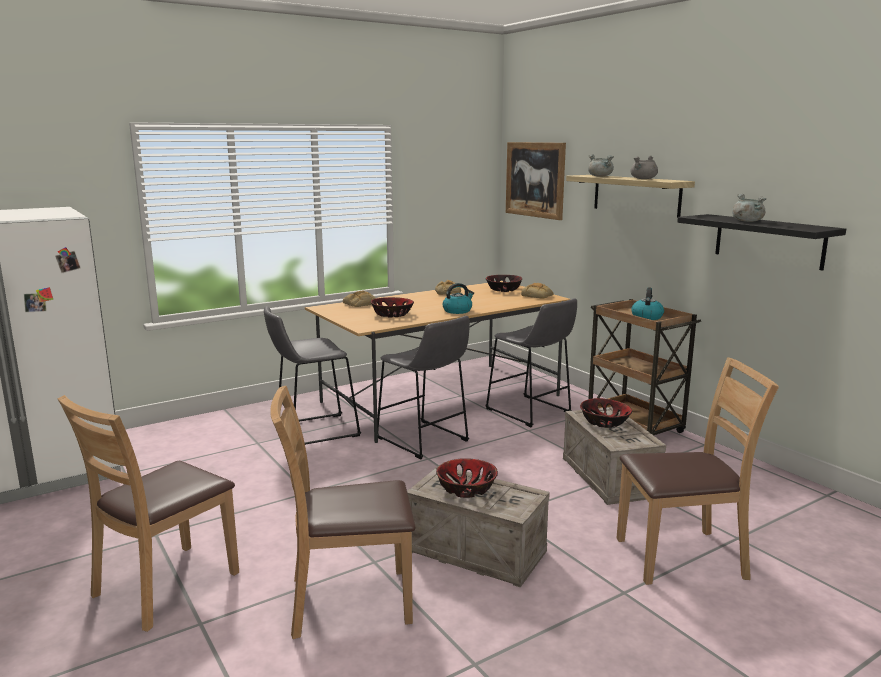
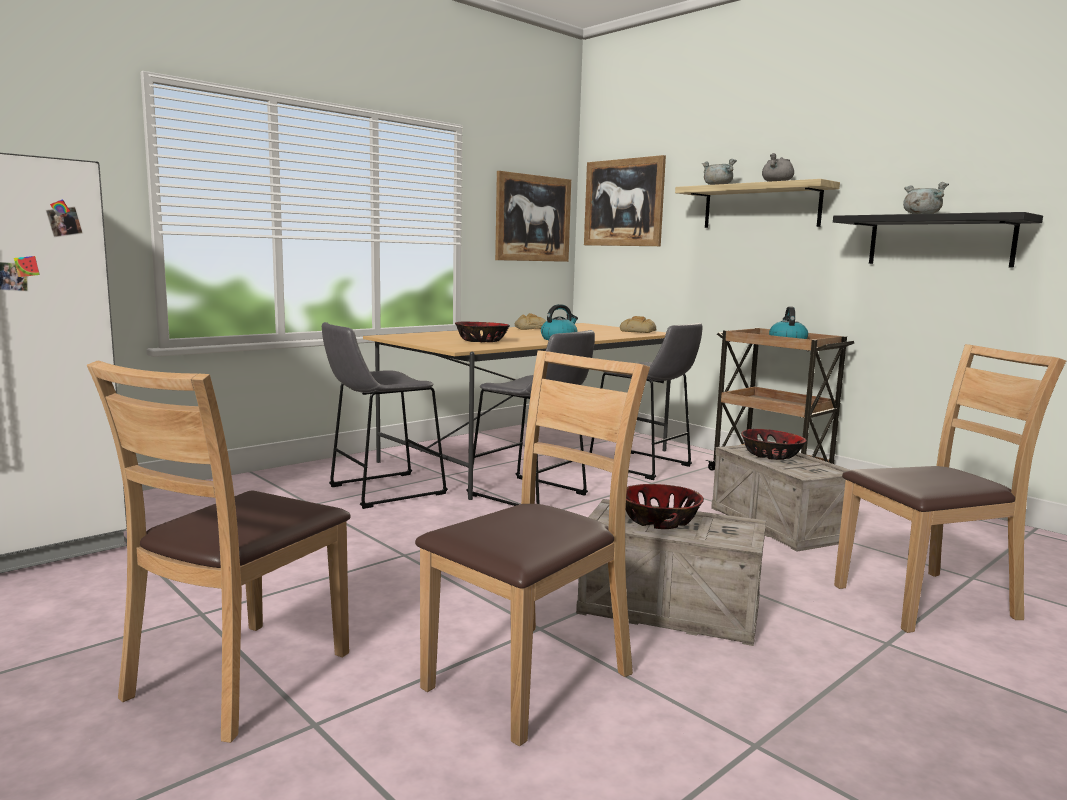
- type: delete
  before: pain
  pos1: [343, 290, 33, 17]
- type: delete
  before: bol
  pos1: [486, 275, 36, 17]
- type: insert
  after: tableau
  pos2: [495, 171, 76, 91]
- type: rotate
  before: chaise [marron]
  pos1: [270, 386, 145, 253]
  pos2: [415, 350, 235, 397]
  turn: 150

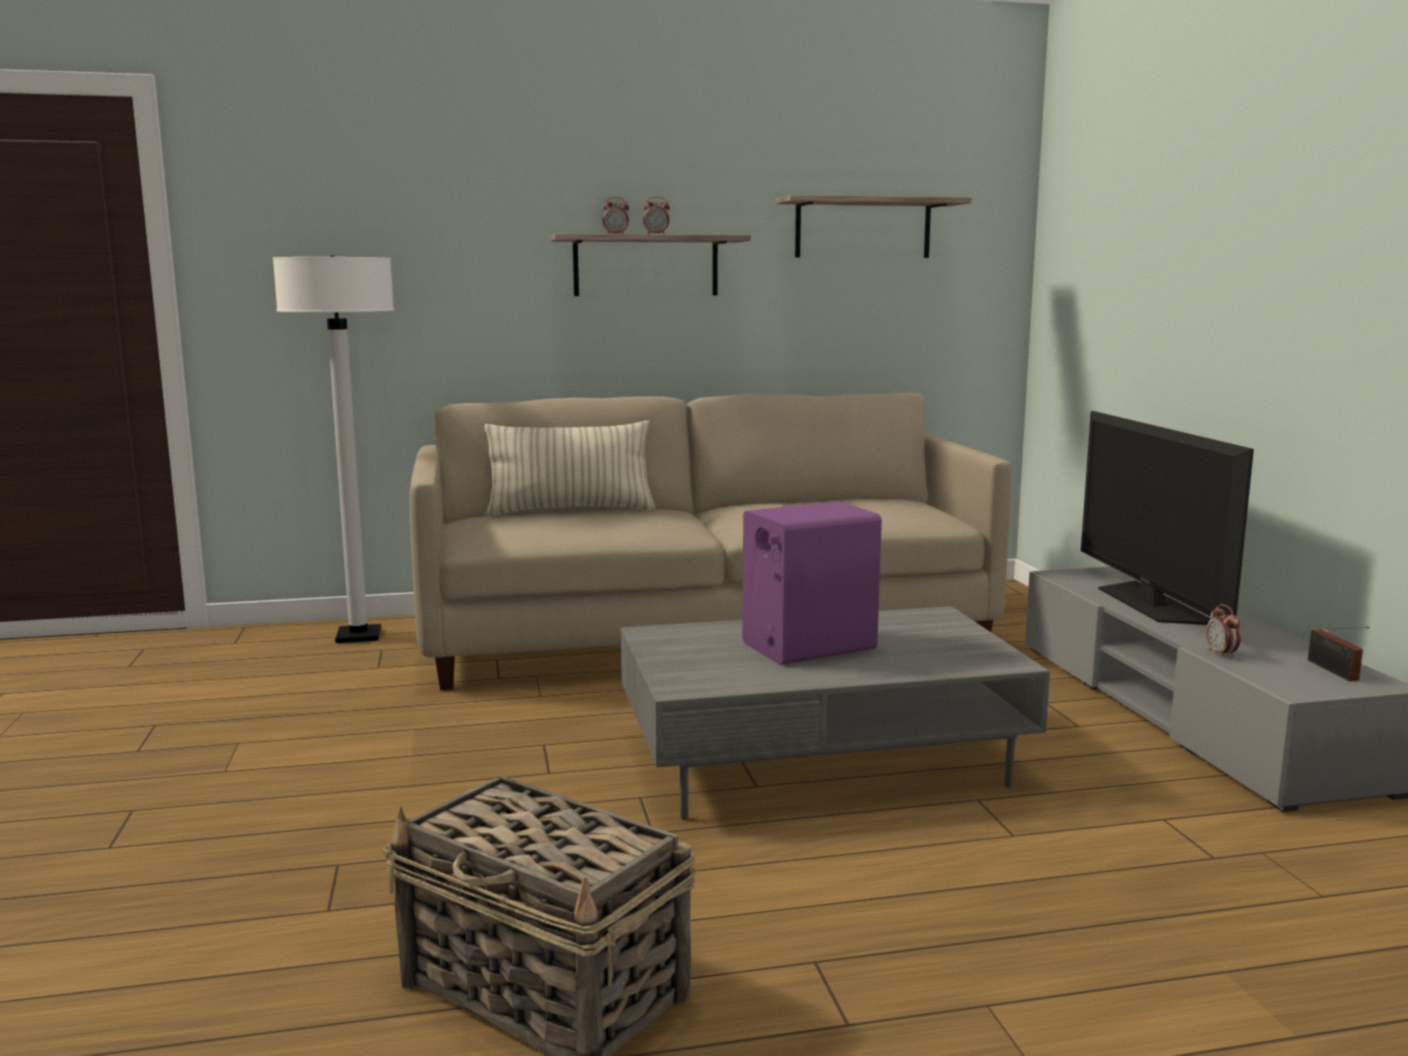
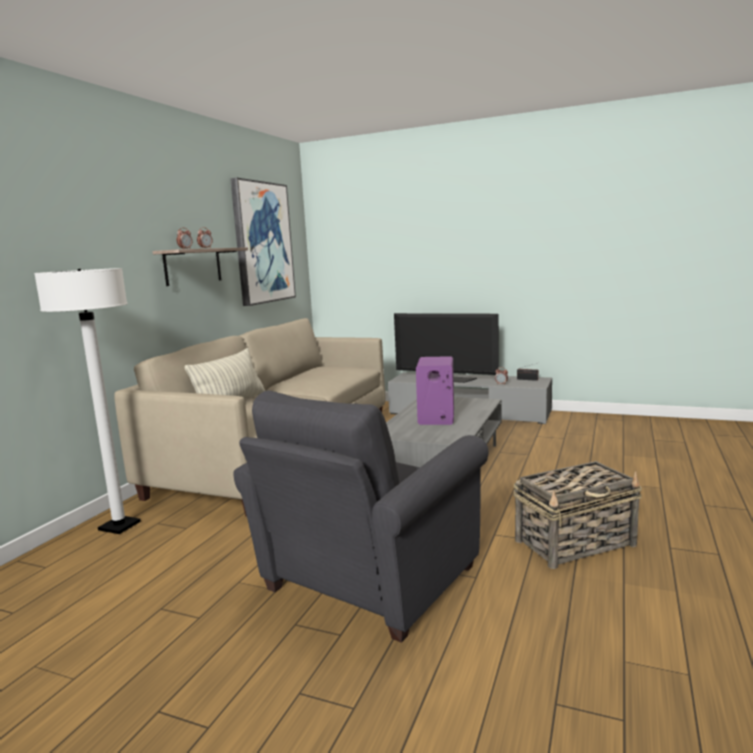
- type: insert
  after: fauteuil [gris]
  pos2: [233, 390, 255, 253]
- type: replace
  before: étagère
  after: tableau
  pos1: [775, 195, 197, 63]
  pos2: [230, 178, 66, 128]

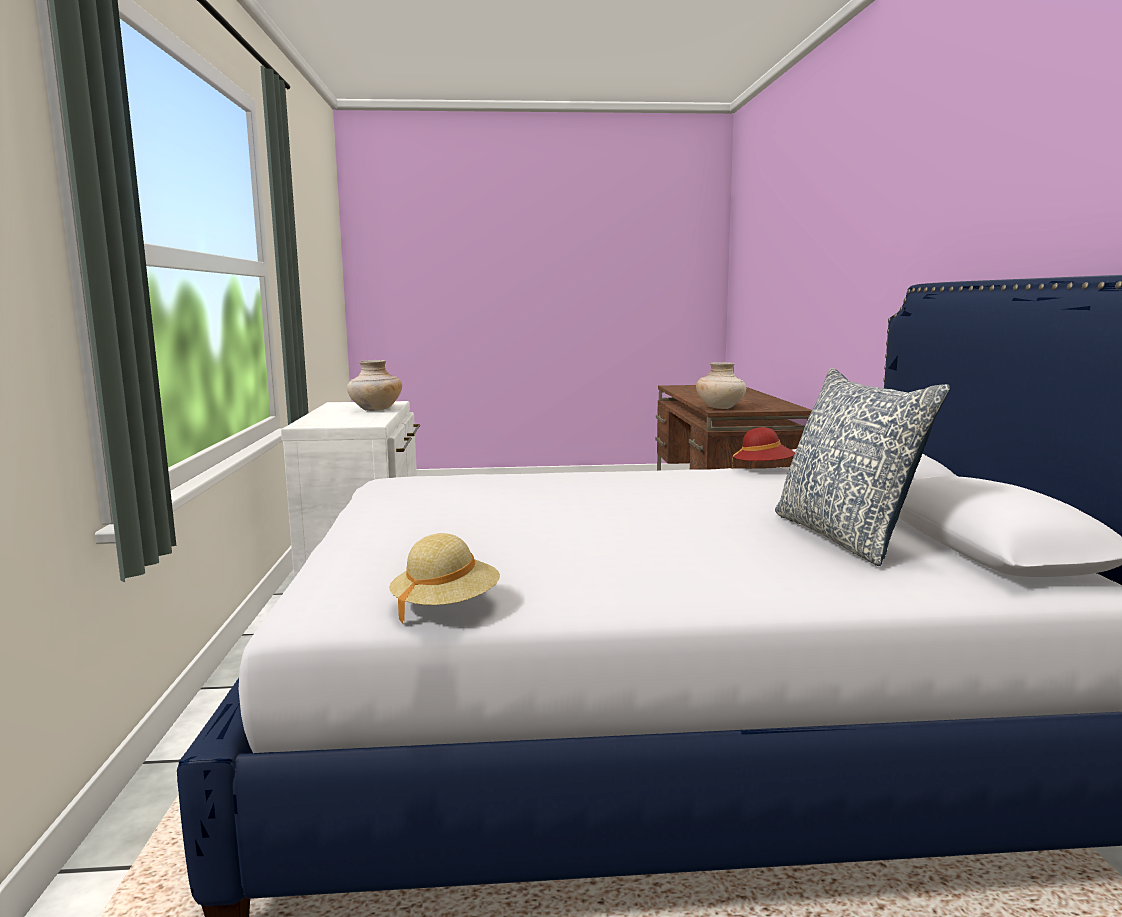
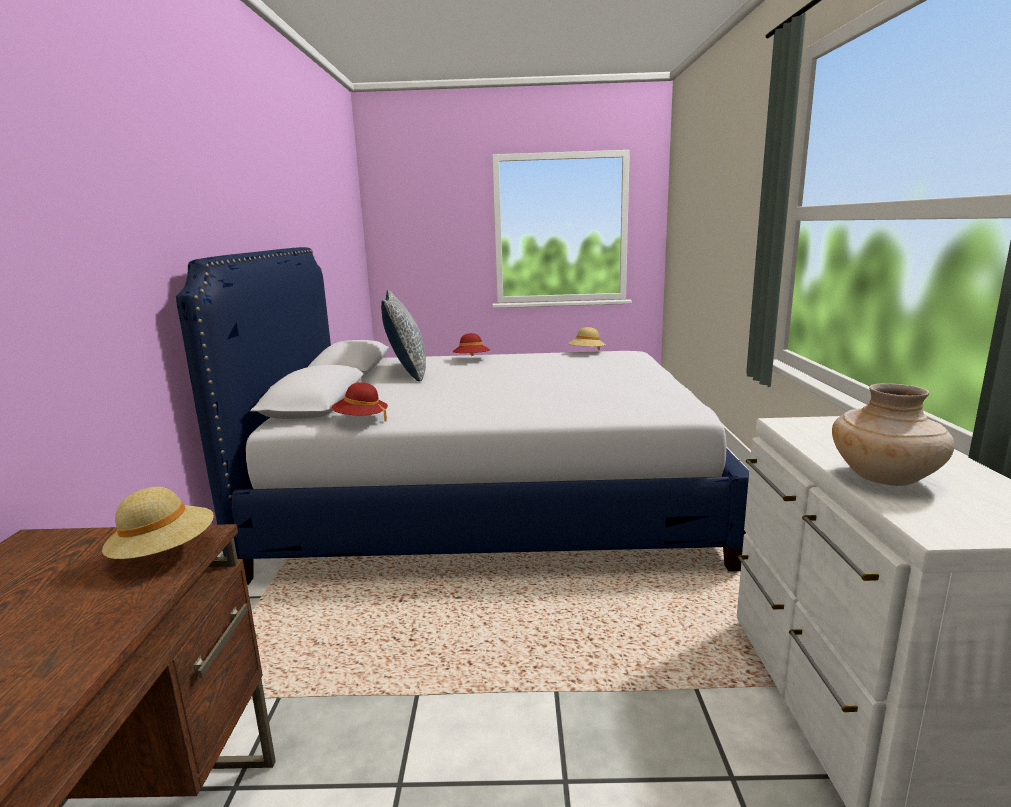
- type: insert
  after: chapeau [rouge]
  pos2: [452, 333, 38, 23]
- type: replace
  before: vase [beige]
  after: chapeau [beige]
  pos1: [696, 362, 50, 47]
  pos2: [102, 487, 112, 73]

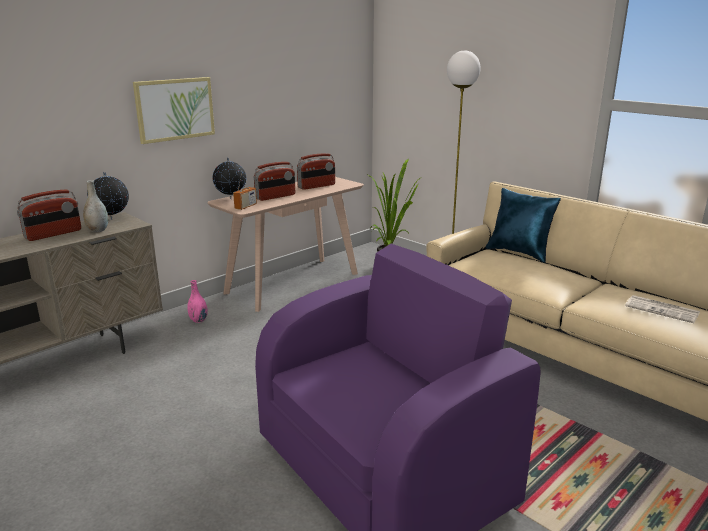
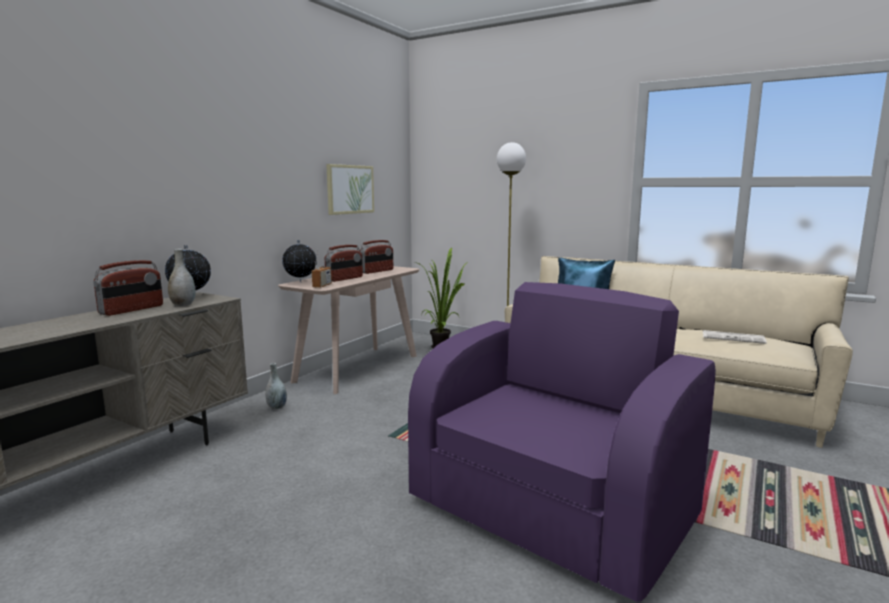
- type: move
  before: tableau
  pos1: [133, 77, 82, 67]
  pos2: [326, 164, 48, 51]
- type: recolor
  before: vase [rose]
  after: vase [gris]
  pos1: [187, 280, 21, 43]
  pos2: [265, 363, 22, 46]

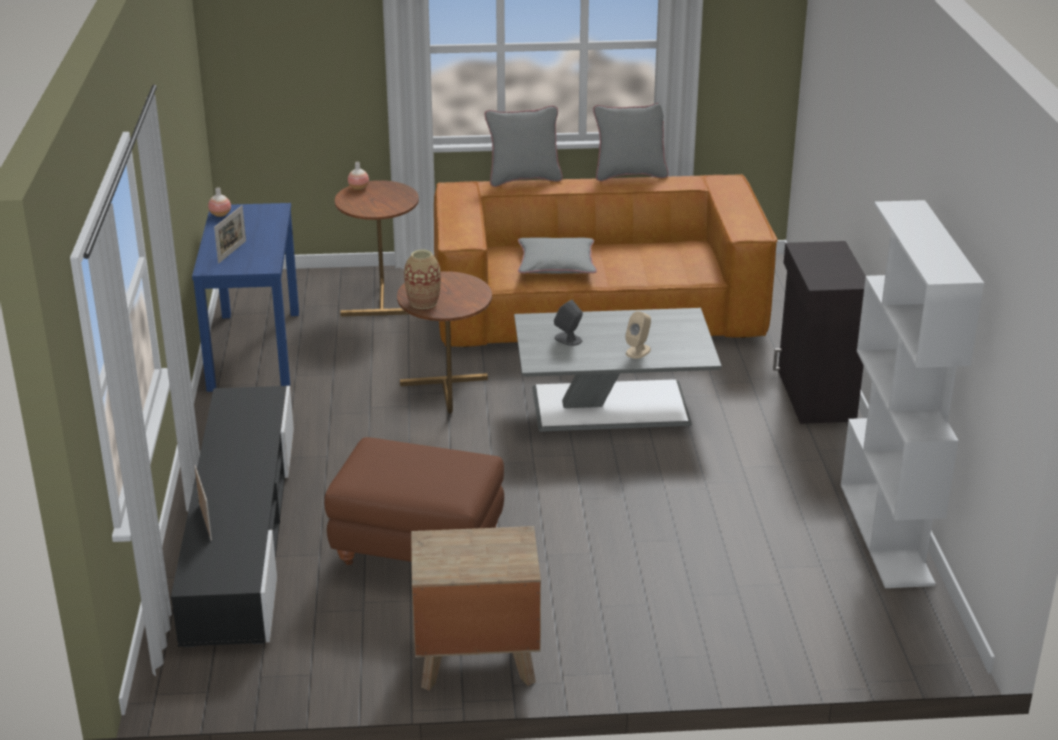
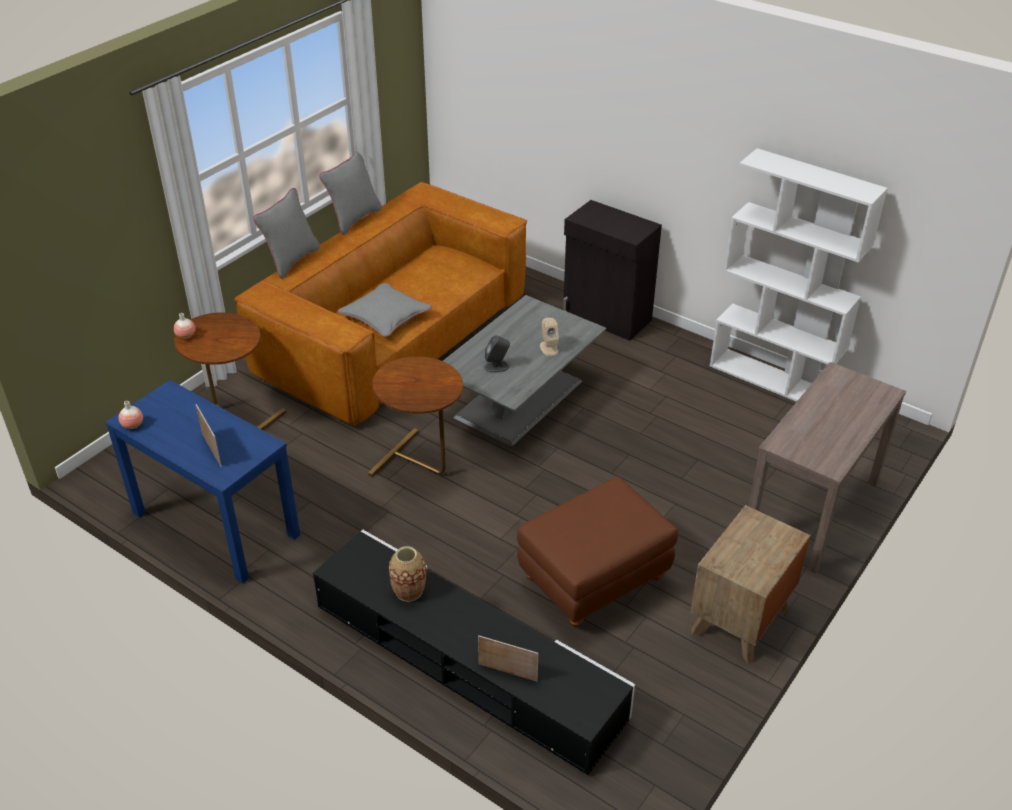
- type: insert
  after: table console [marron]
  pos2: [749, 362, 157, 212]
- type: move
  before: vase
  pos1: [404, 250, 37, 59]
  pos2: [389, 546, 37, 56]

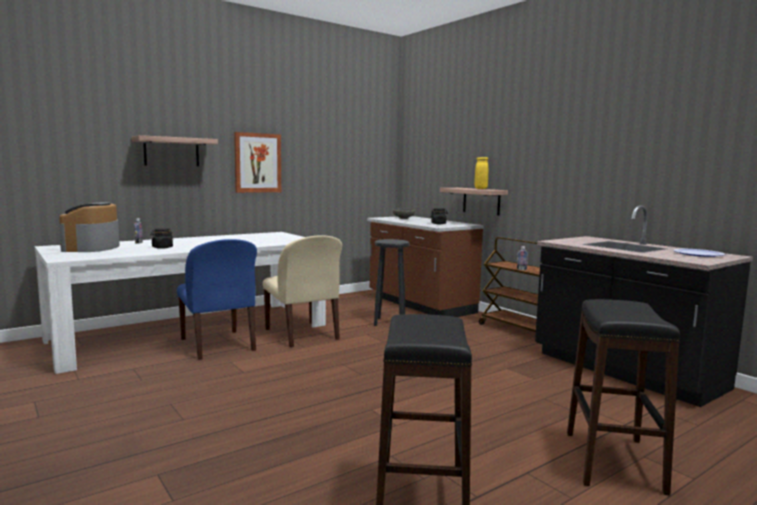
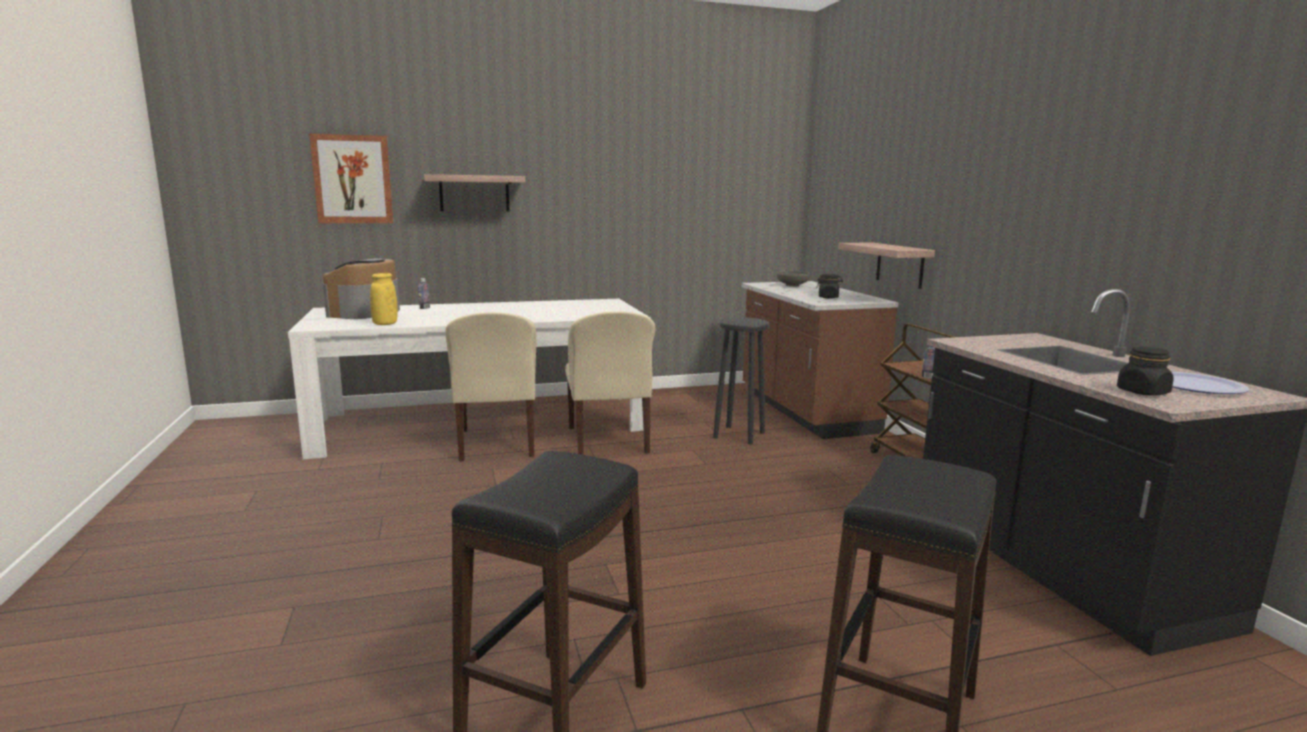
- type: move
  before: bocal [noir]
  pos1: [150, 228, 23, 21]
  pos2: [1117, 346, 57, 50]
- type: move
  before: tableau
  pos1: [234, 132, 47, 61]
  pos2: [309, 133, 84, 90]
- type: move
  before: vase [jaune]
  pos1: [475, 157, 13, 32]
  pos2: [370, 273, 28, 52]
- type: recolor
  before: chaise [bleu]
  after: chaise [beige]
  pos1: [177, 239, 80, 121]
  pos2: [445, 312, 91, 149]

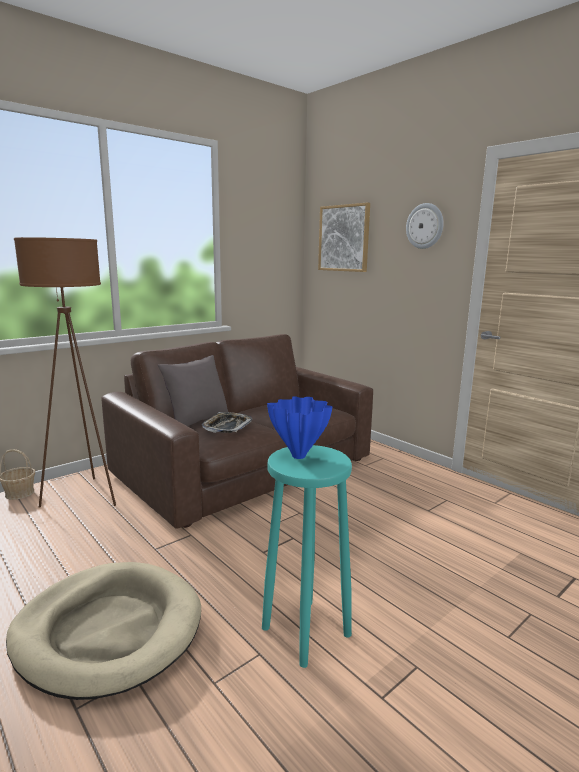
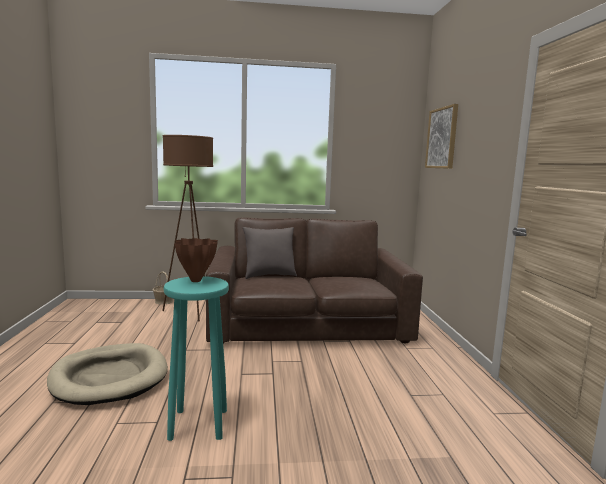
- type: delete
  before: plateau
  pos1: [202, 412, 50, 21]
- type: delete
  before: horloge murale
  pos1: [406, 203, 38, 46]
- type: recolor
  before: vase [bleu]
  after: vase [marron]
  pos1: [267, 396, 65, 63]
  pos2: [175, 238, 43, 44]

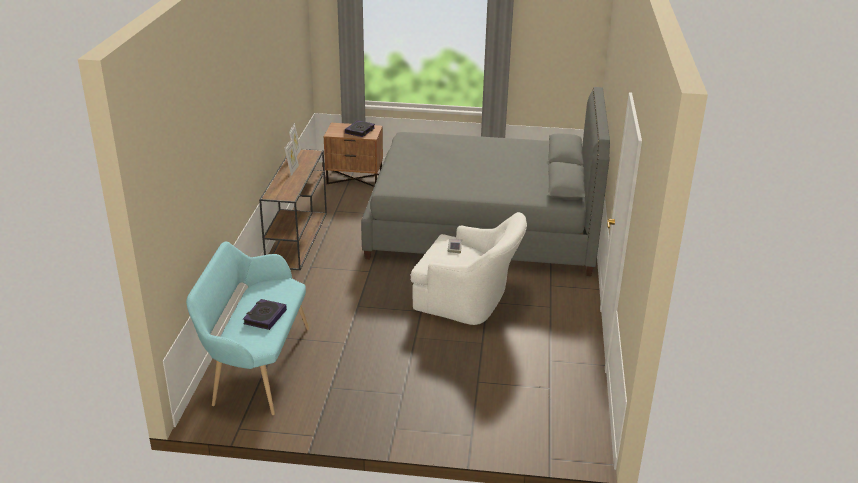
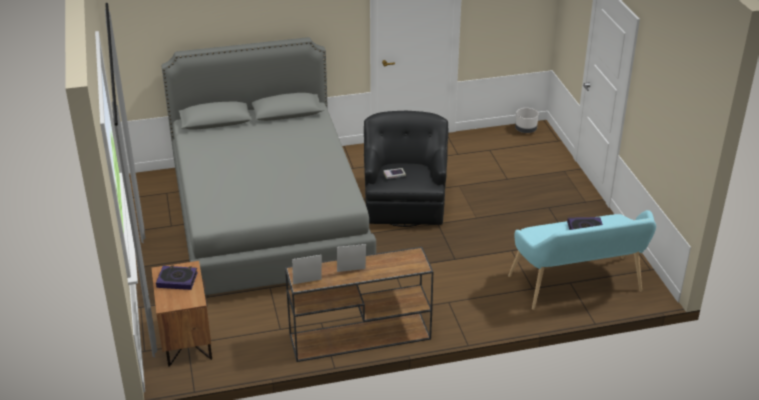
- type: insert
  after: cache-pot [gris]
  pos2: [515, 108, 23, 25]
- type: recolor
  before: fauteuil [blanc]
  after: fauteuil [noir]
  pos1: [411, 212, 116, 113]
  pos2: [364, 111, 85, 116]

